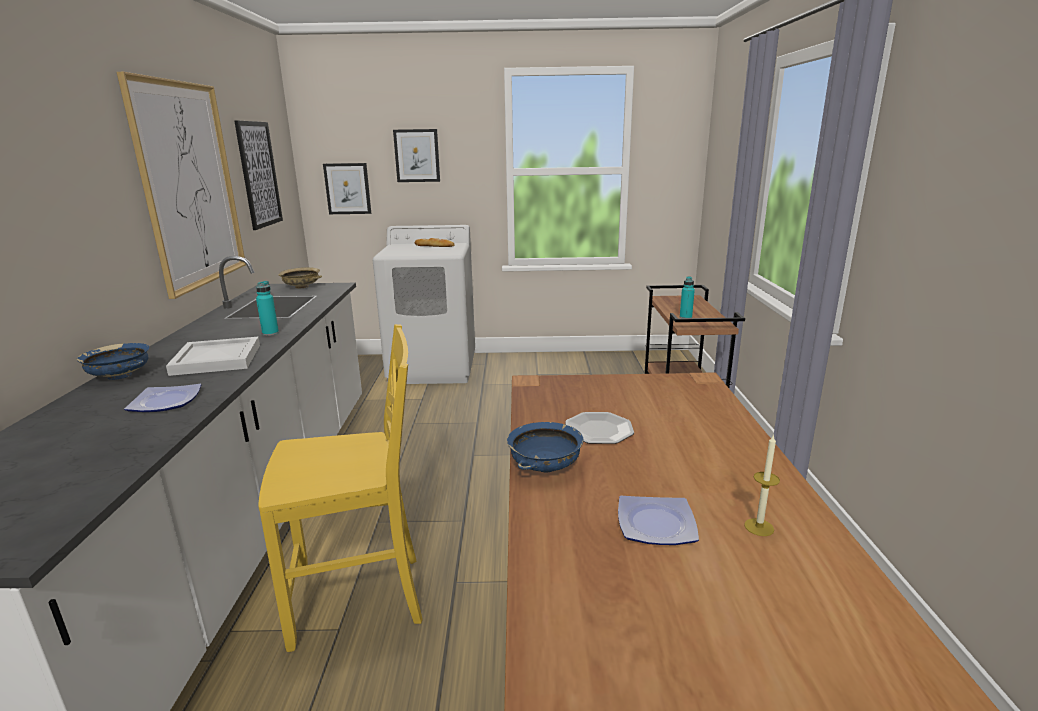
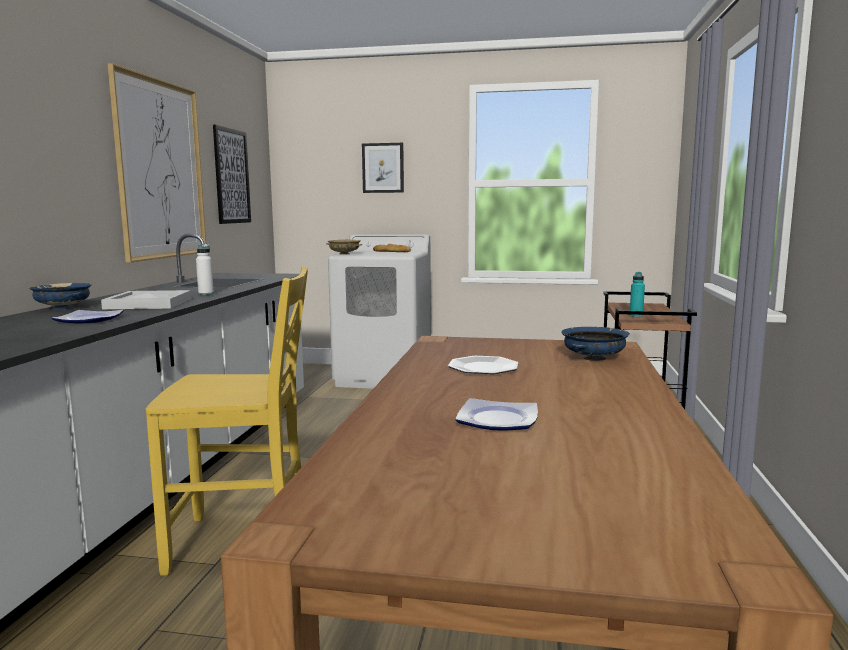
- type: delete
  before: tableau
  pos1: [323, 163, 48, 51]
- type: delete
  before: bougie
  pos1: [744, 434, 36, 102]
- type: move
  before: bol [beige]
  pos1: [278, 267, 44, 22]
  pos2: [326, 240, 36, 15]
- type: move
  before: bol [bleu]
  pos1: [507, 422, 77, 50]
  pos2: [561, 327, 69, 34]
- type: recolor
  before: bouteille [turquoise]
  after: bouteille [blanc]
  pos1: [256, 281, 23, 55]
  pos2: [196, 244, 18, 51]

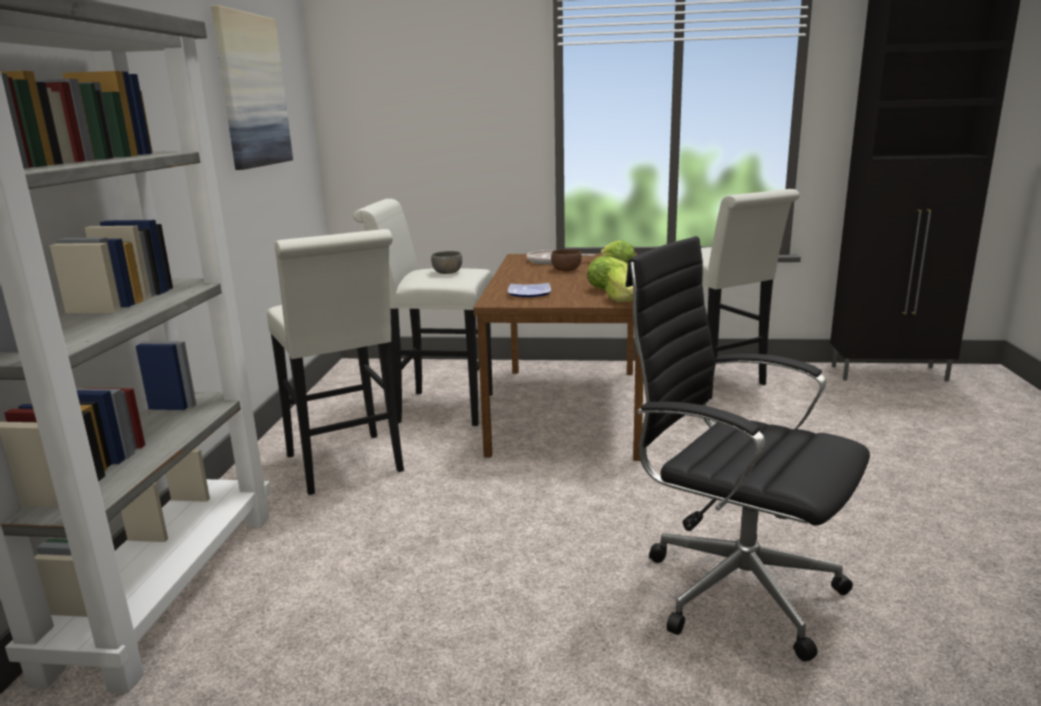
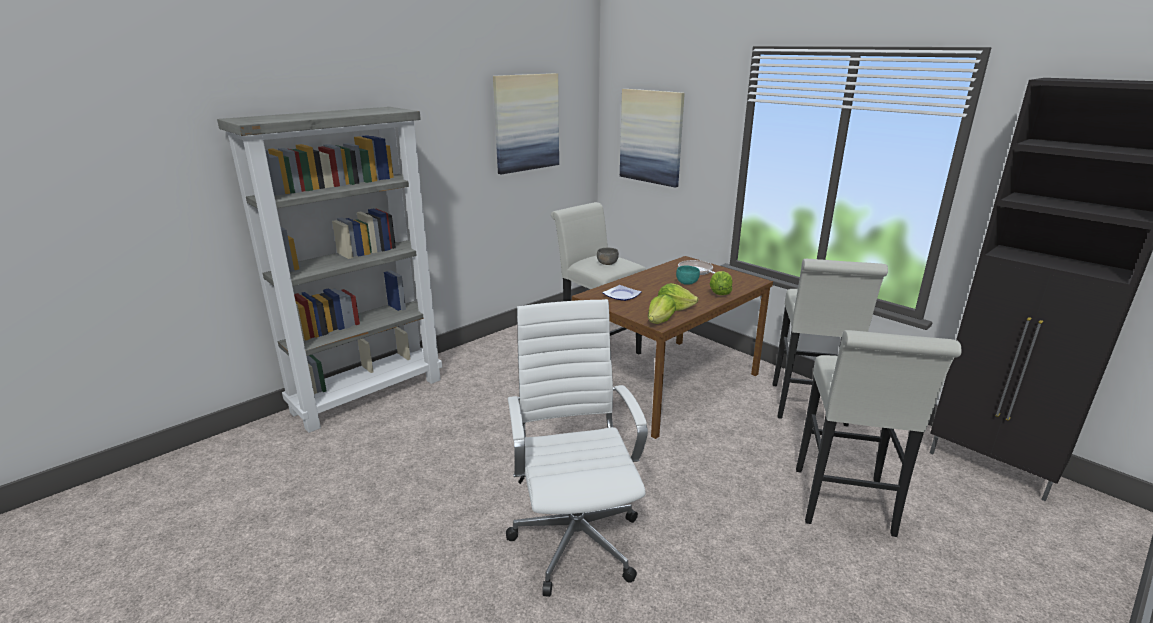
- type: insert
  after: tableau
  pos2: [620, 89, 65, 99]
- type: move
  before: tabouret [blanc]
  pos1: [267, 229, 137, 266]
  pos2: [796, 330, 166, 207]
- type: recolor
  before: bol [marron]
  after: bol [turquoise]
  pos1: [551, 249, 31, 23]
  pos2: [676, 266, 24, 19]
- type: recolor
  before: chaise de bureau [noir]
  after: chaise de bureau [blanc]
  pos1: [625, 236, 245, 425]
  pos2: [506, 299, 142, 298]

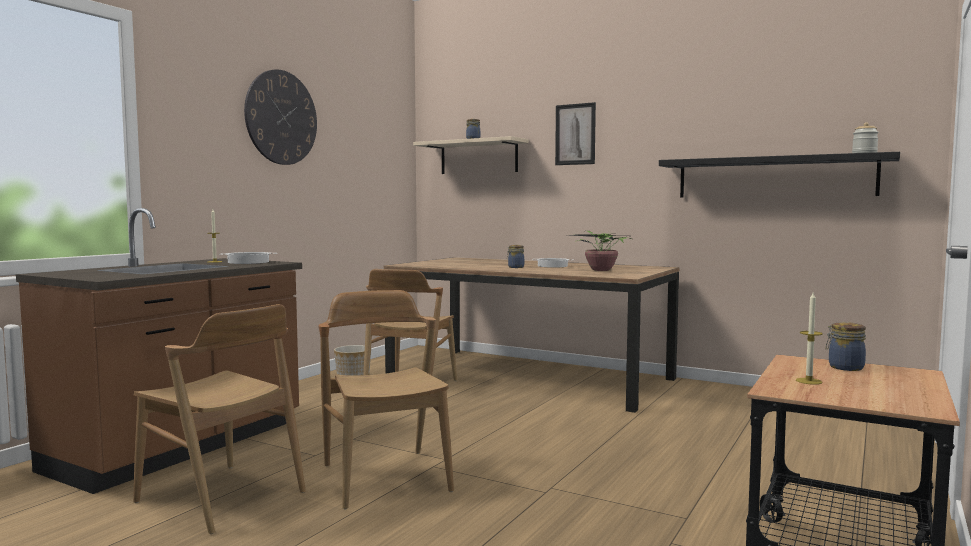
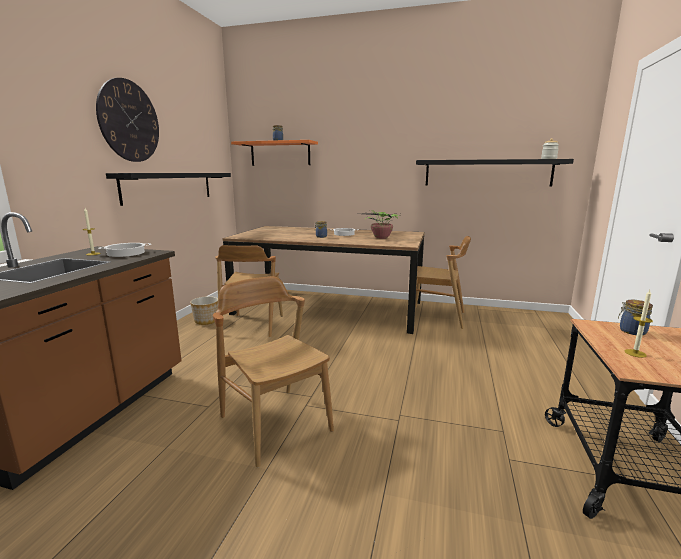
- type: delete
  before: tableau
  pos1: [555, 102, 41, 63]
- type: insert
  after: étagère [noir]
  pos2: [106, 173, 125, 33]
- type: move
  before: chaise [marron]
  pos1: [133, 304, 173, 230]
  pos2: [415, 236, 56, 93]
- type: recolor
  before: étagère [beige]
  after: étagère [orange]
  pos1: [413, 136, 116, 38]
  pos2: [231, 140, 87, 26]

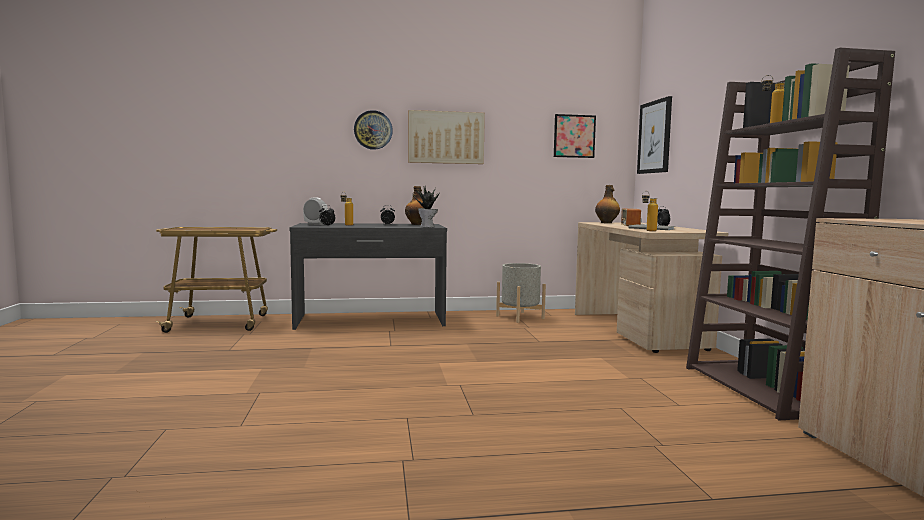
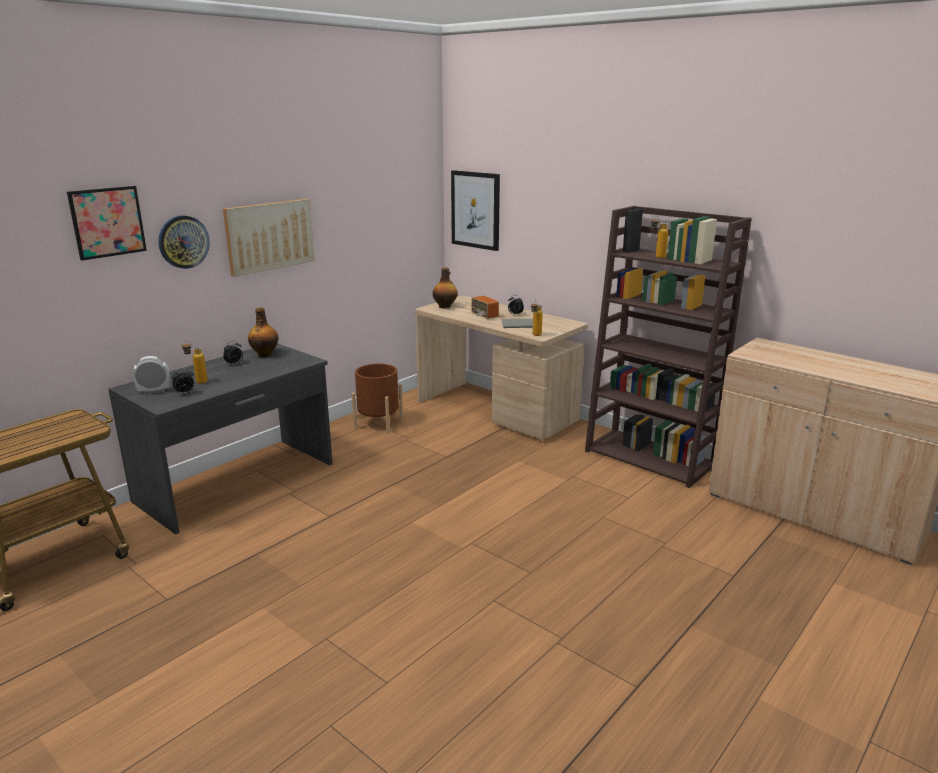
- type: delete
  before: plante en pot
  pos1: [412, 186, 28, 41]
- type: move
  before: tableau
  pos1: [554, 114, 42, 44]
  pos2: [67, 186, 80, 75]
- type: recolor
  before: cache-pot [gris]
  after: cache-pot [marron]
  pos1: [496, 263, 50, 60]
  pos2: [352, 364, 51, 70]

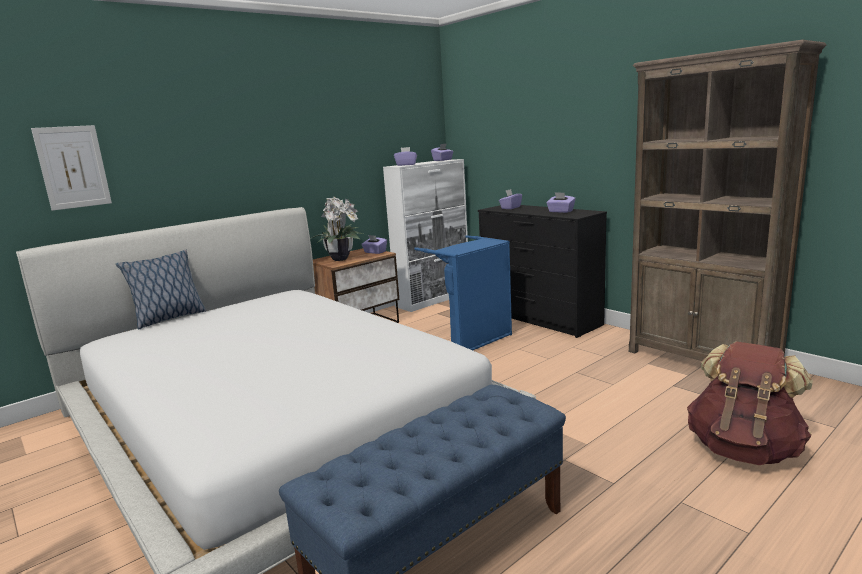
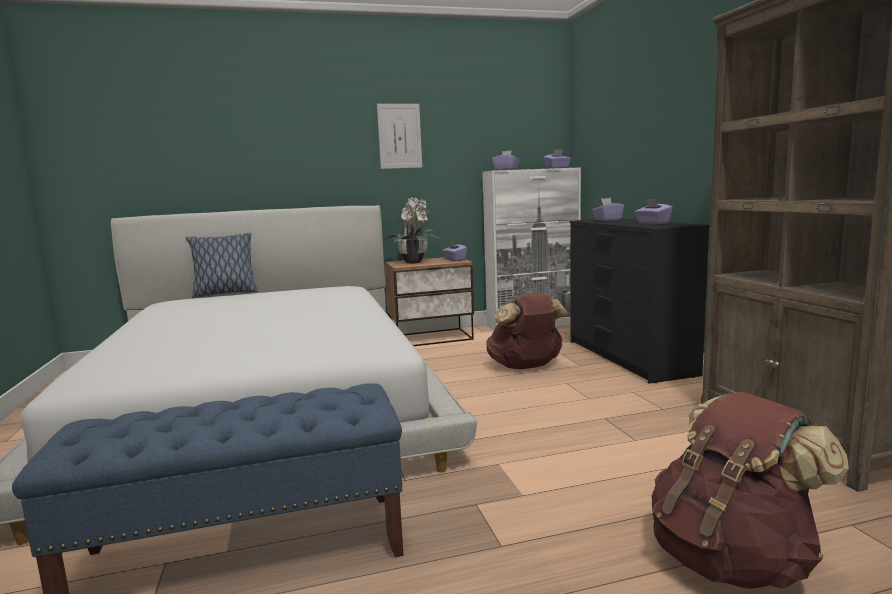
- type: move
  before: tableau
  pos1: [31, 125, 81, 86]
  pos2: [377, 104, 45, 65]
- type: replace
  before: panier à linge [bleu]
  after: sac à dos [marron]
  pos1: [414, 235, 98, 115]
  pos2: [486, 293, 82, 76]

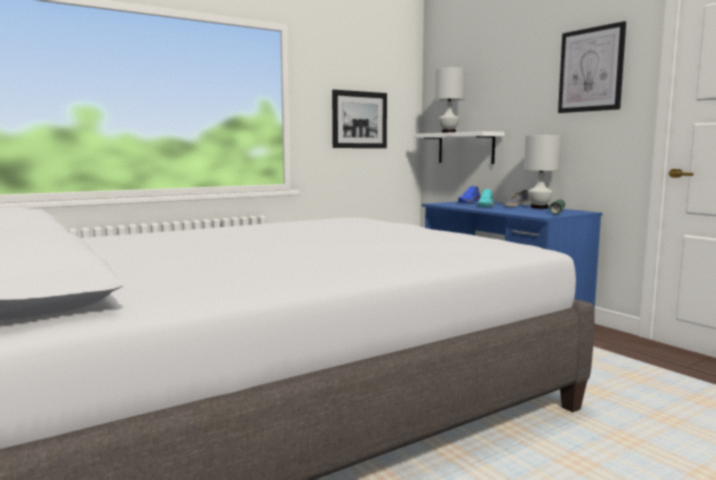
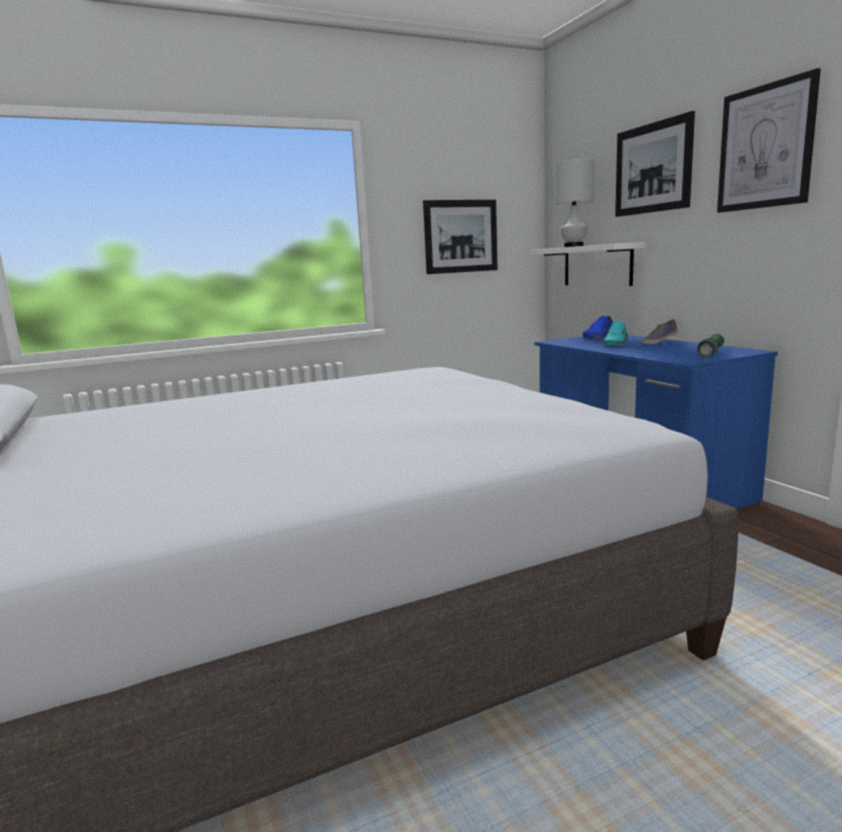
- type: delete
  before: lampe de table [blanc]
  pos1: [524, 135, 37, 74]
- type: insert
  after: tableau
  pos2: [615, 111, 80, 106]

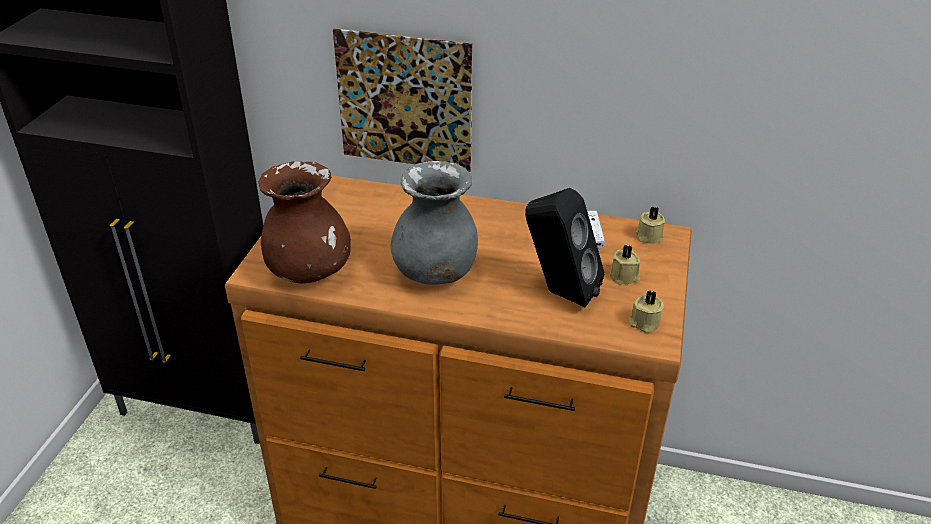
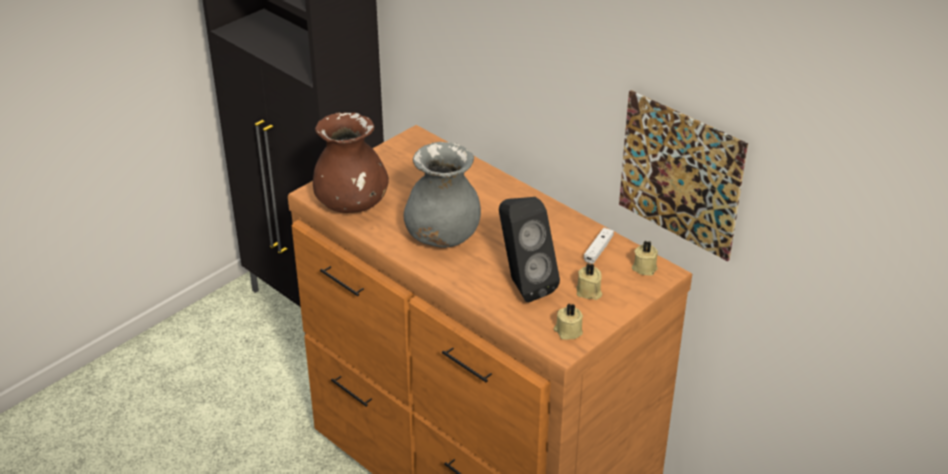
- type: move
  before: tableau
  pos1: [333, 28, 139, 144]
  pos2: [619, 90, 129, 171]

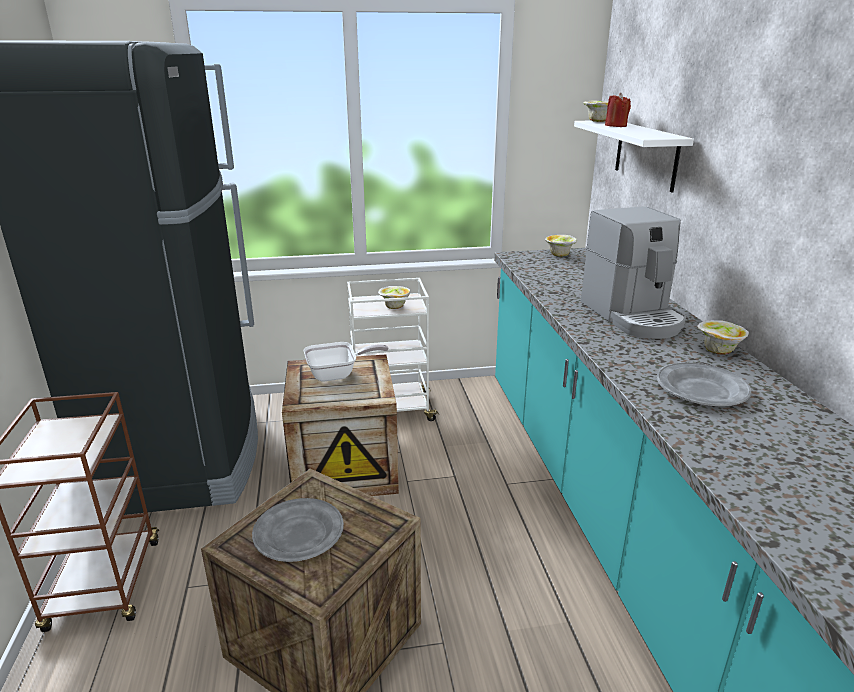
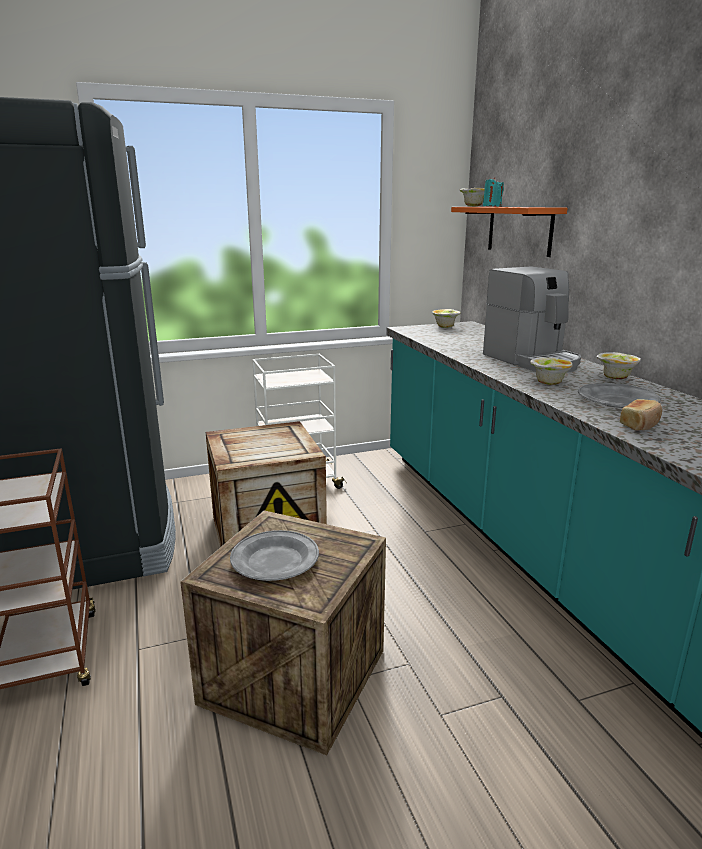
- type: delete
  before: poêle
  pos1: [304, 342, 85, 40]
- type: insert
  after: pain
  pos2: [620, 399, 42, 31]
- type: move
  before: bol
  pos1: [378, 286, 32, 23]
  pos2: [530, 357, 43, 28]
- type: recolor
  before: étagère [blanc]
  after: étagère [orange]
  pos1: [574, 121, 120, 71]
  pos2: [451, 207, 116, 50]
- type: recolor
  before: bougie [rouge]
  after: bougie [turquoise]
  pos1: [605, 93, 26, 34]
  pos2: [483, 177, 21, 30]

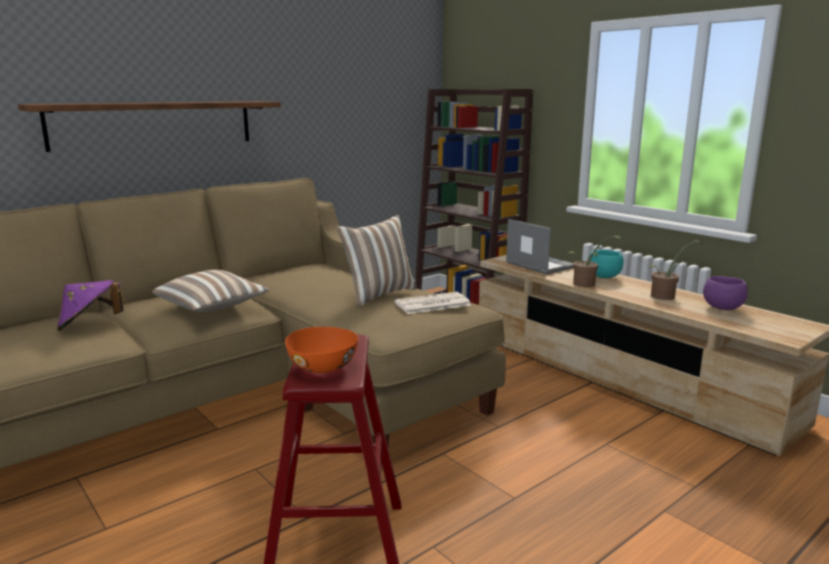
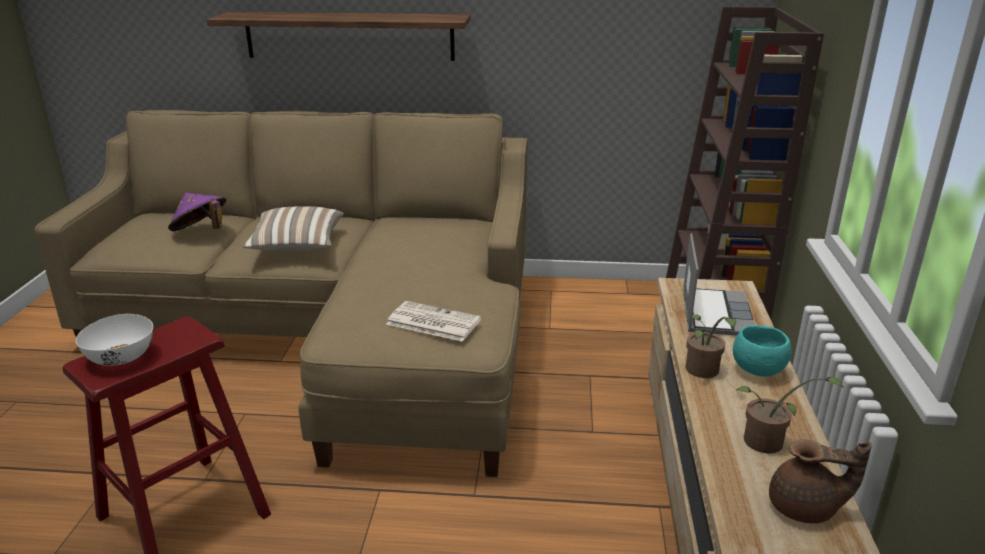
- type: delete
  before: coussin
  pos1: [336, 215, 81, 91]
- type: replace
  before: bol [violet]
  after: théière [marron]
  pos1: [703, 276, 45, 34]
  pos2: [769, 440, 102, 84]
- type: recolor
  before: bol [orange]
  after: bol [blanc]
  pos1: [285, 327, 73, 46]
  pos2: [76, 314, 77, 52]

